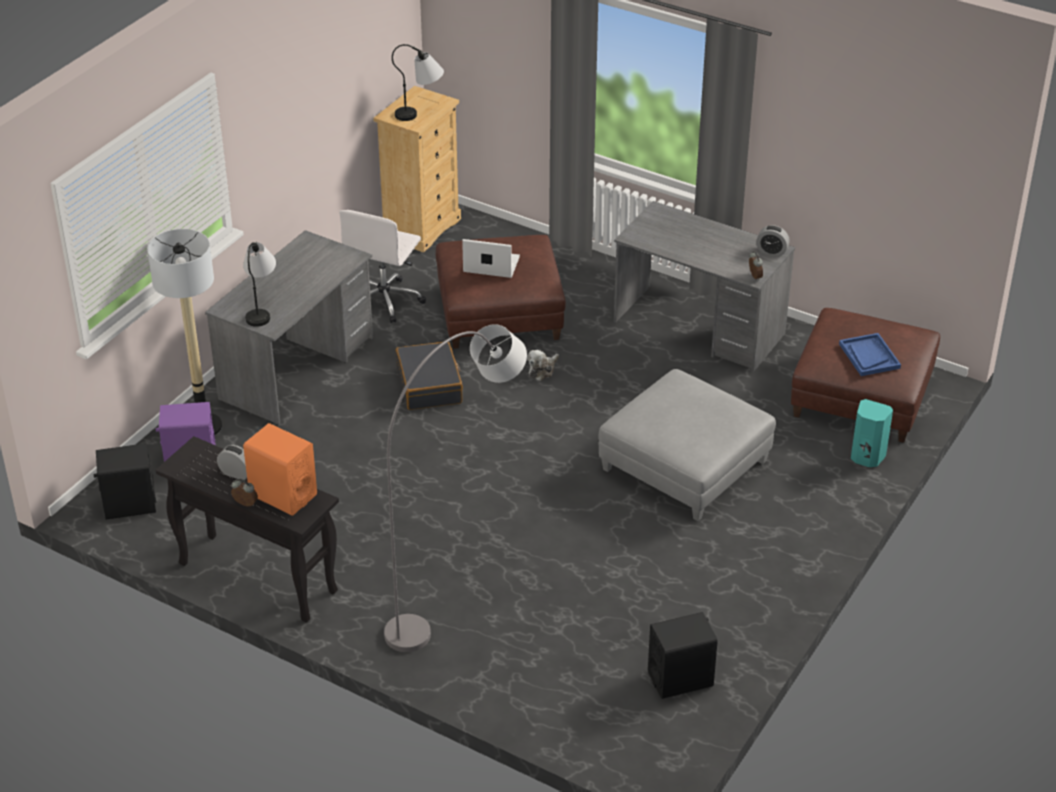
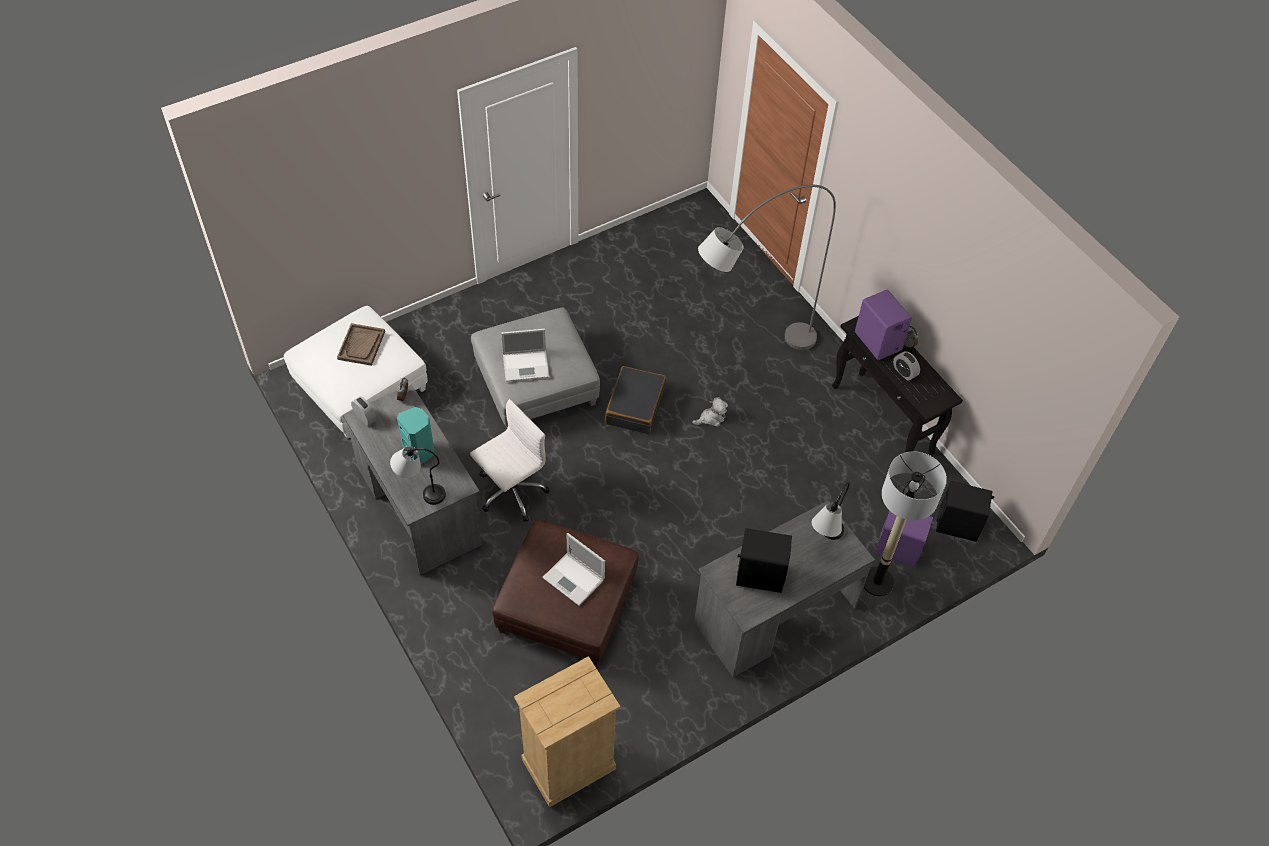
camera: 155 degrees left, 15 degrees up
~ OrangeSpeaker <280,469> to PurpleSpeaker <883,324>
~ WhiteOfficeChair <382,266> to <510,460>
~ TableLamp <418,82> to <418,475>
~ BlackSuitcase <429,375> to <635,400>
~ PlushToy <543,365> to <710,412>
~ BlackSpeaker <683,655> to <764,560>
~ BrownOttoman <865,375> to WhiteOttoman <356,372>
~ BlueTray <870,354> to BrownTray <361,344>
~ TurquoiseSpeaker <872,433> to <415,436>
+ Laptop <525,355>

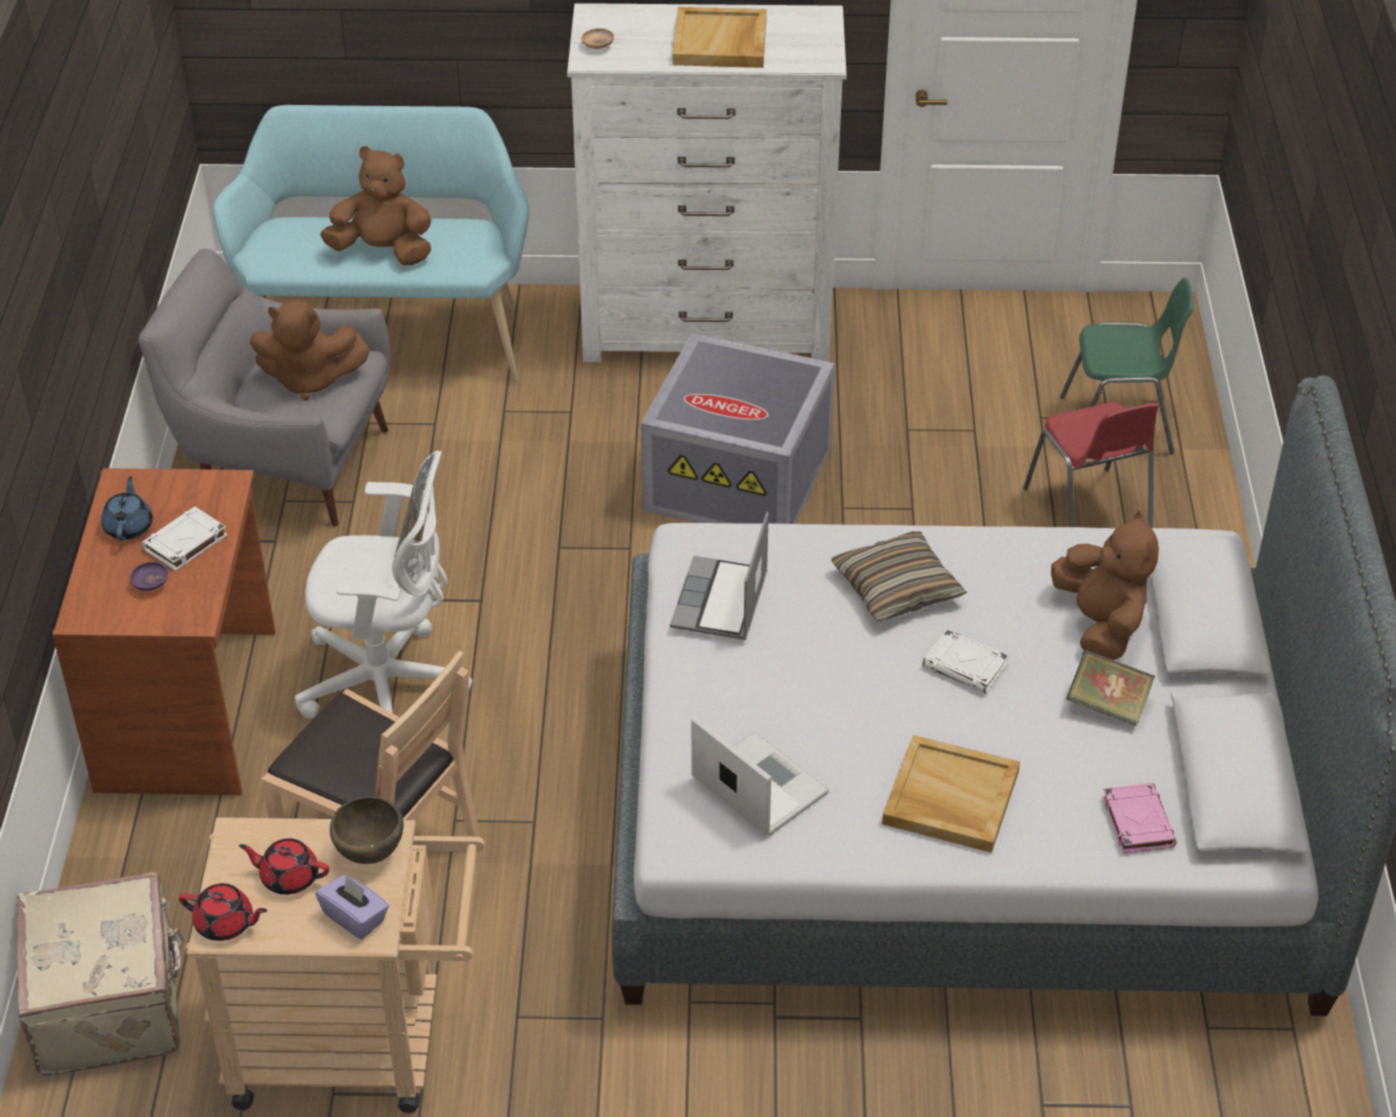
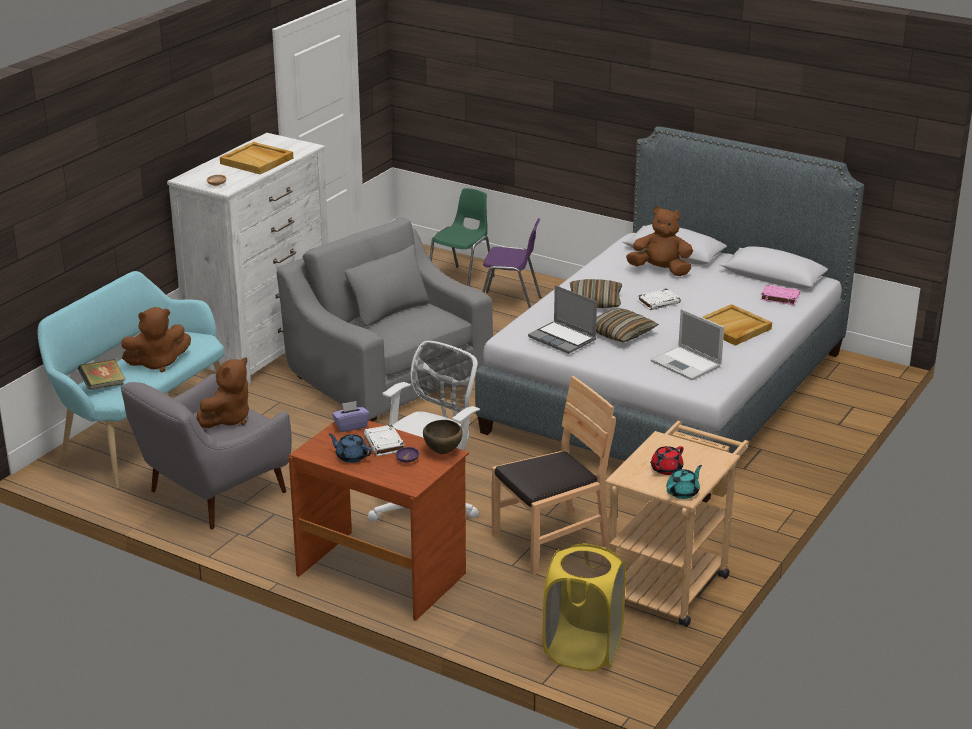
camera: 60 degrees left, 15 degrees down
~ BeigeSuitcase <101,974> to YellowLaundryBasket <584,607>
~ RedTeapot <223,912> to TurquoiseTeapot <684,482>
~ PurpleTissueBox <352,906> to <351,416>
~ BrownPlushToy <376,206> = <156,340> 150 degrees counterclockwise
~ BrownBowl <367,830> to <443,437>
~ GreyStorageBox <738,428> to GreyArmchair <385,320>
~ Laptop <760,776> = <687,345> 120 degrees counterclockwise
~ RedChair <1091,465> to PurpleChair <511,263>
~ Book <1110,688> to <102,374>
+ Pillow <627,325>

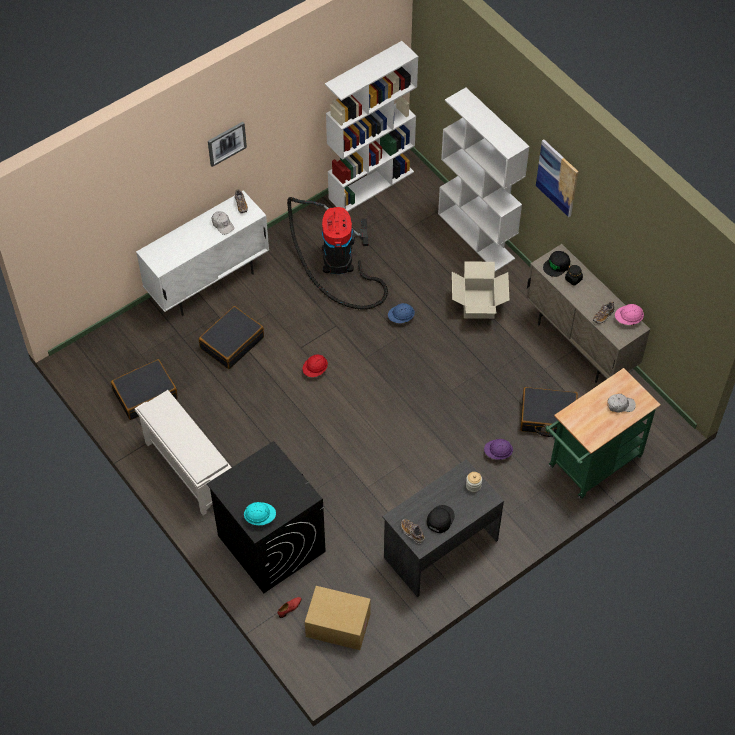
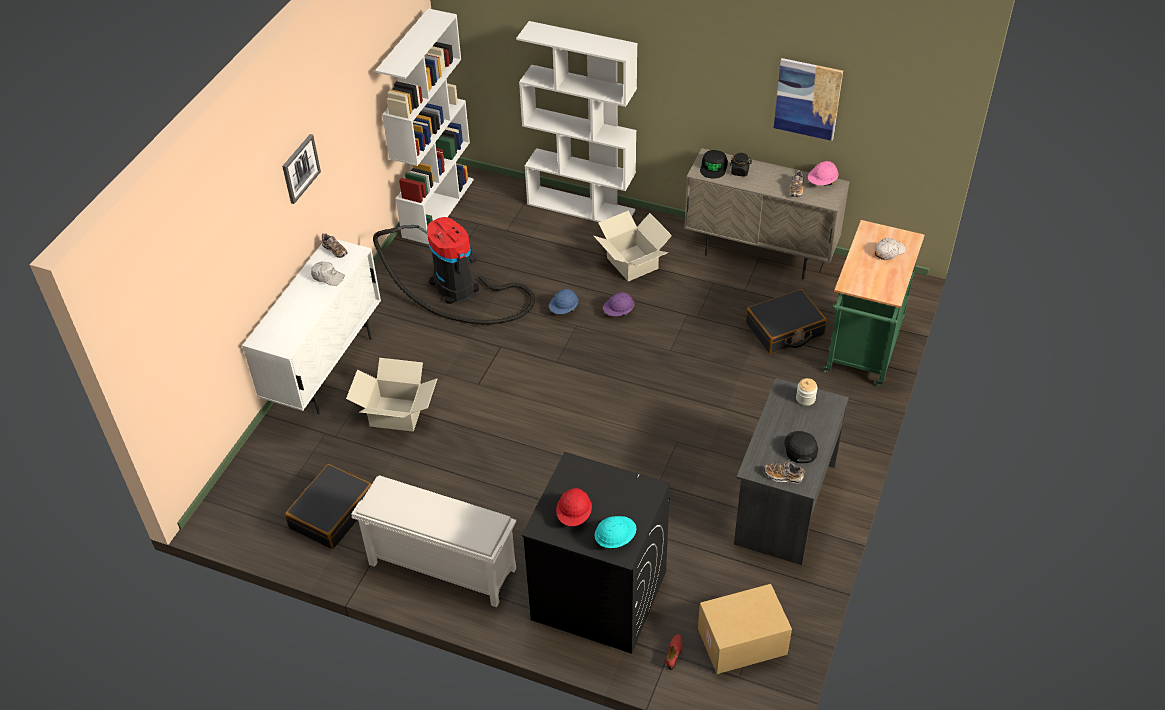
camera: 30 degrees left, 10 degrees down
~ BlackSuitcase <231,337> to CardboardBox <391,395>
~ RedHardHat <315,366> to <574,507>
~ PurpleHardHat <498,449> to <619,304>
~ Picture <557,178> to <808,99>

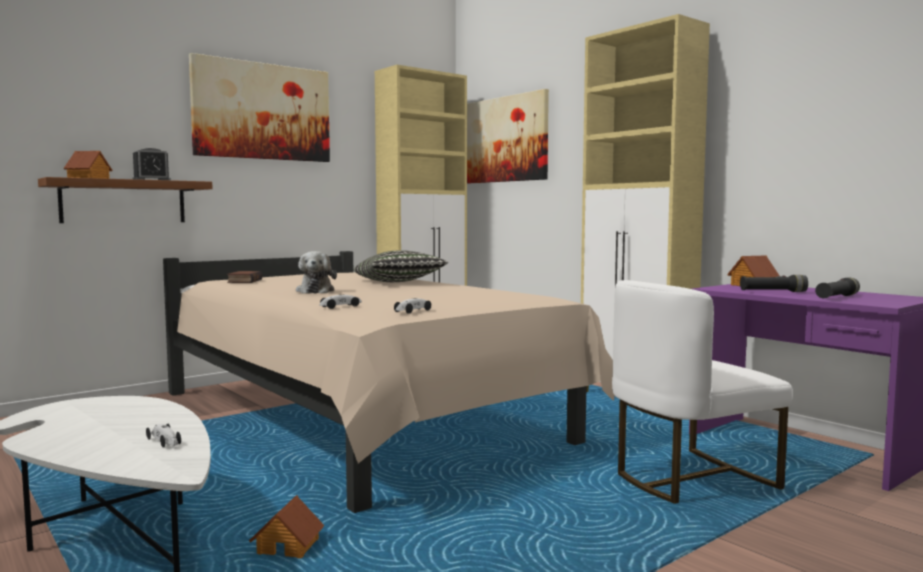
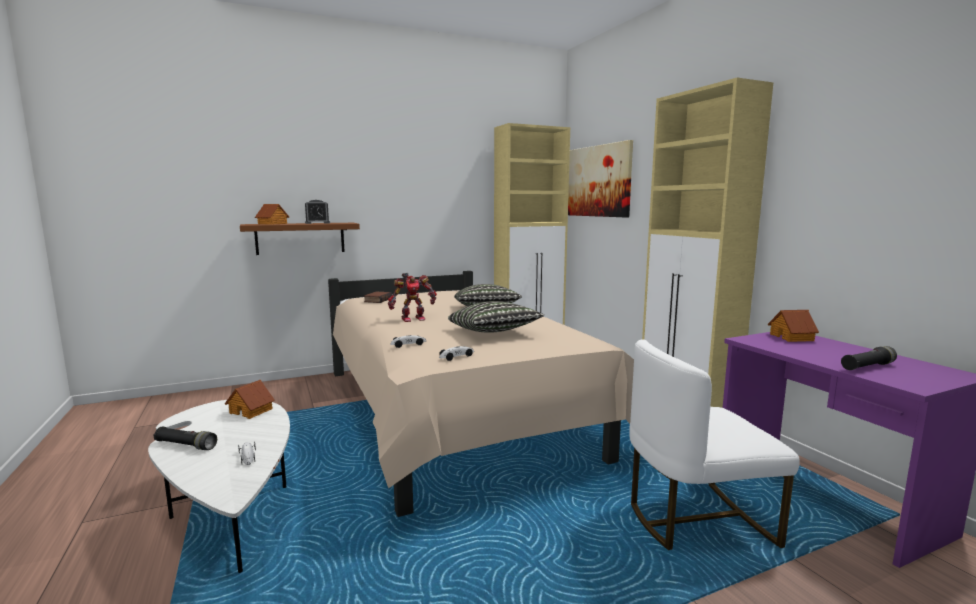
camera: 15 degrees right, 5 degrees up
- Picture <259,107>
~ ToyHouse <287,527> to <250,399>
~ PlushToy <316,272> to ToyRobot <412,297>
~ BlackFlashlight <774,283> to <185,438>
+ Pillow <496,317>

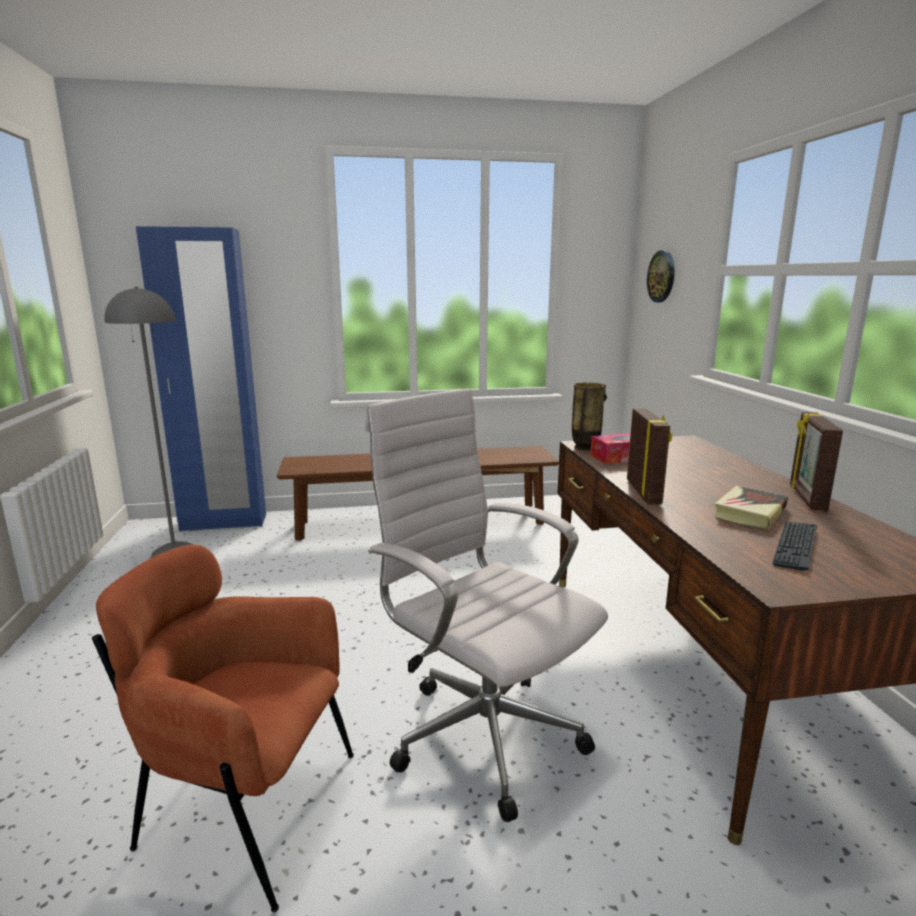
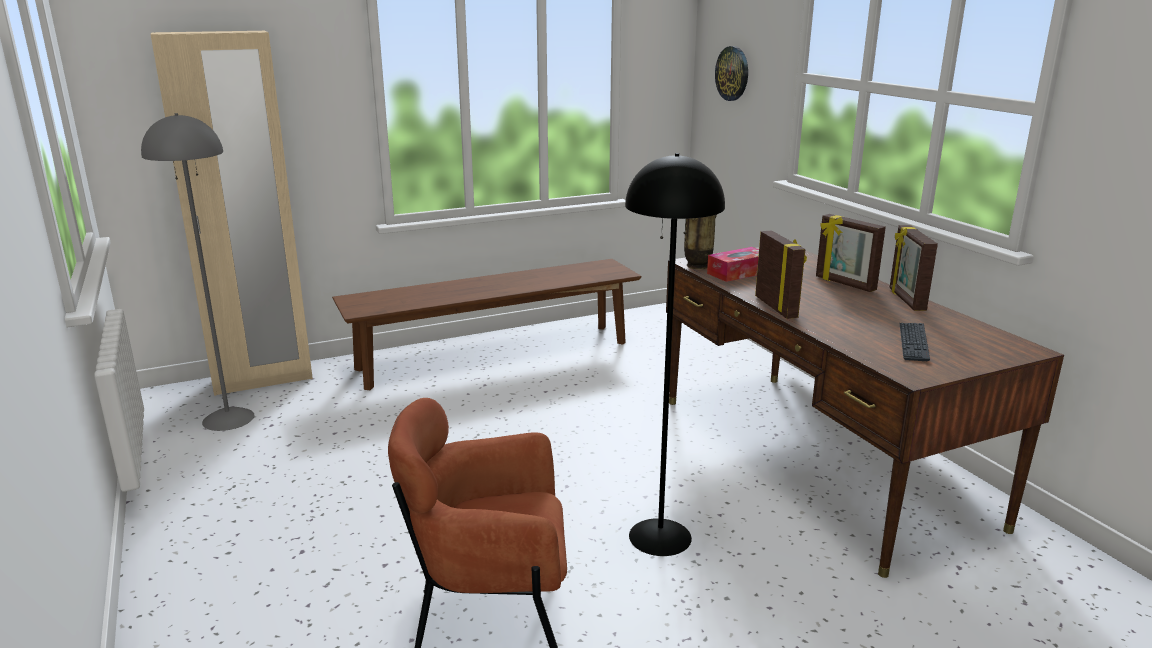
camera: 15 degrees left, 5 degrees up
~ BlueWardrobe <201,378> to BeigeWardrobe <232,213>
~ WhiteOfficeChair <486,605> to BlackFloorLamp <675,354>
- Book <750,508>
+ PictureFrame <851,253>

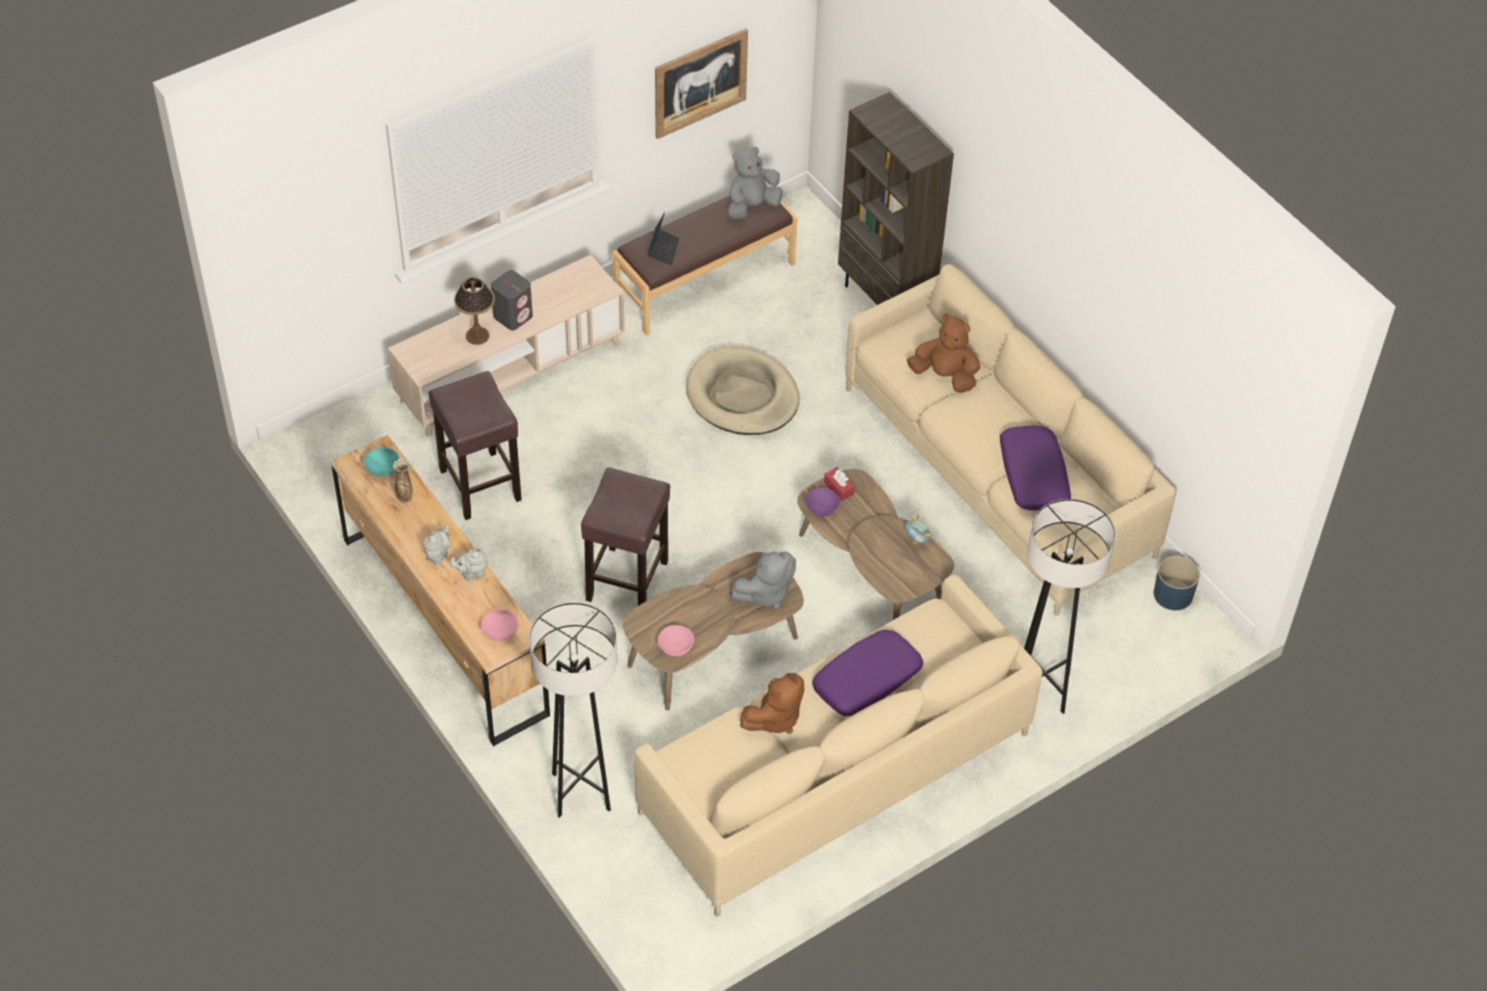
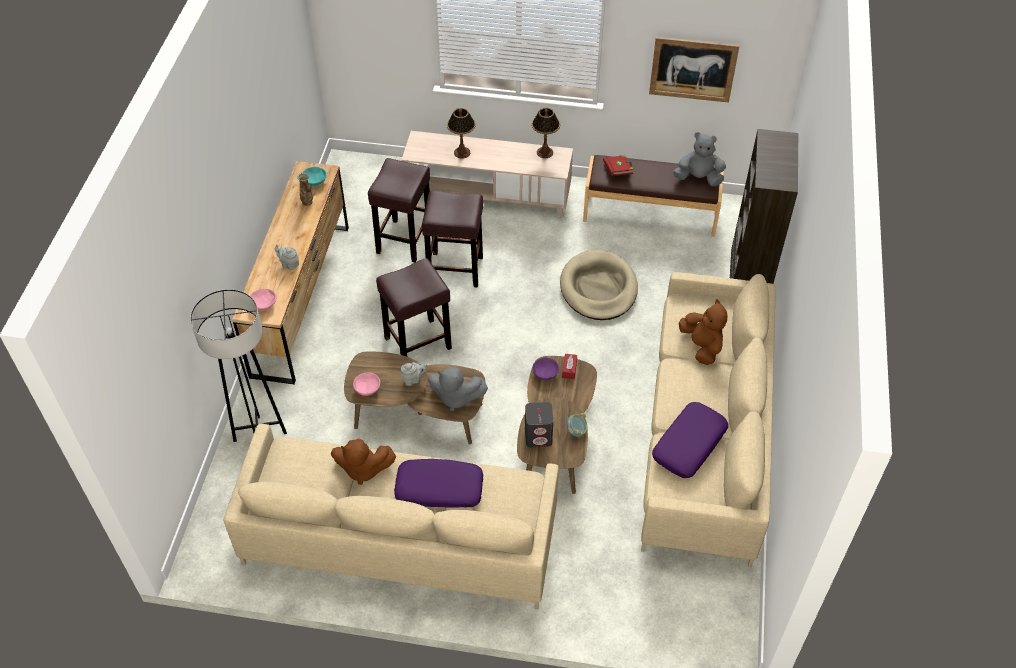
camera: 45 degrees right, 0 degrees up
~ GreyTeapot <437,545> to <414,374>
~ GreySpeaker <512,300> to <539,424>
~ Laptop <663,238> to RedBook <618,165>
- GreyFloorLamp <1070,606>
- BluePlanter <1177,583>
+ BrownStool <452,239>
+ TableLamp <546,133>

